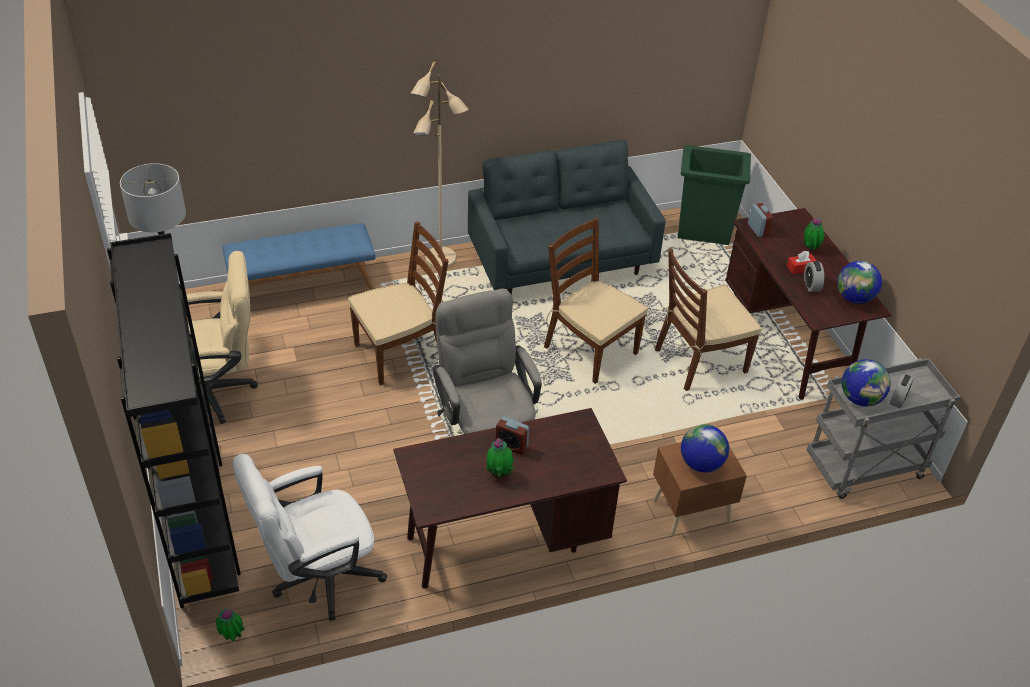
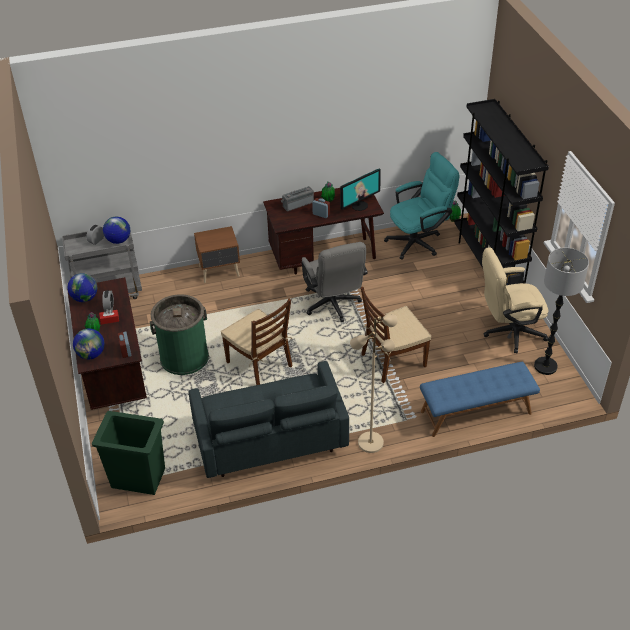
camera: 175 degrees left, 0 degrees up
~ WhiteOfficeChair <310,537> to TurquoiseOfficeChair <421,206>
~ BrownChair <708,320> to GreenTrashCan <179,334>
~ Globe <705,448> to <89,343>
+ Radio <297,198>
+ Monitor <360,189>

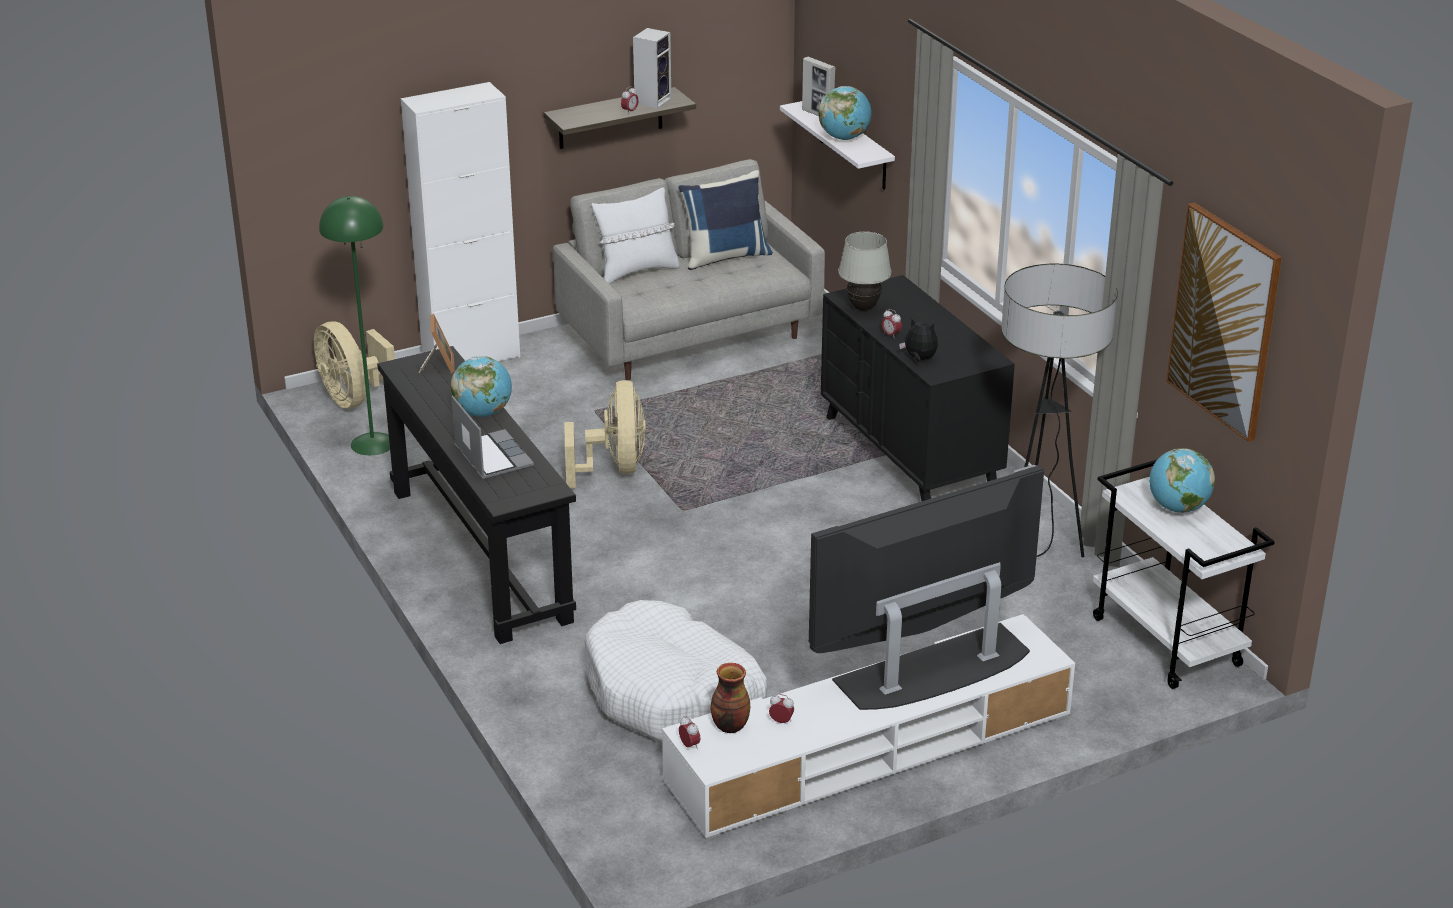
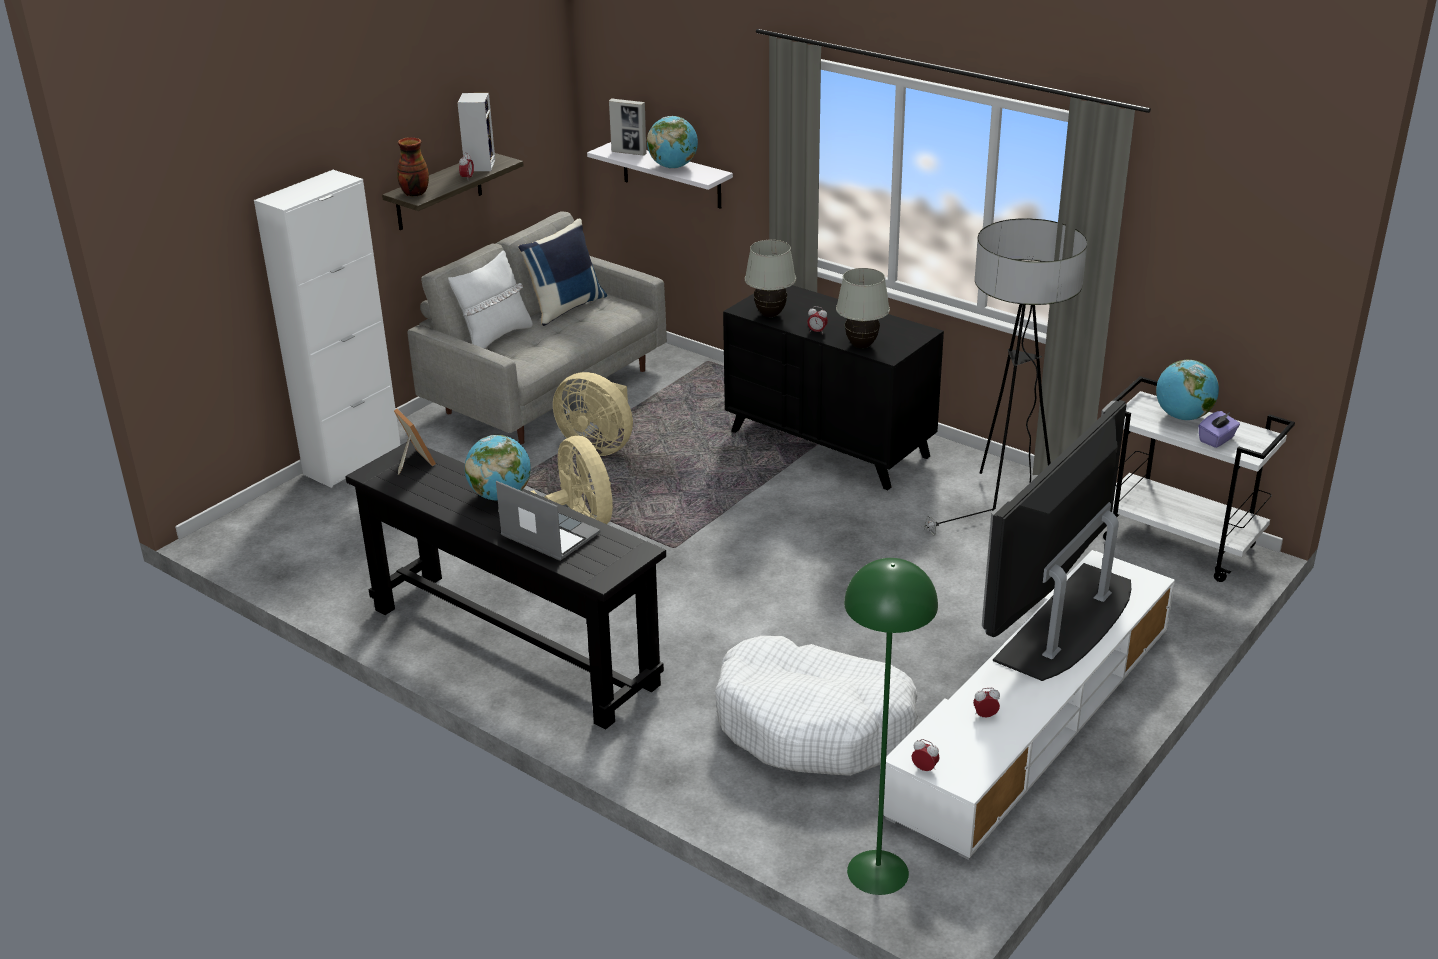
camera: 25 degrees left, 0 degrees up
~ BeigeFan <354,365> to <593,414>
~ GreenFloorLamp <354,325> to <891,726>
~ Vase <730,698> to <413,167>
~ PlushToy <918,339> to WhiteTableLamp <863,308>
- Picture <1224,322>
+ PurpleTissueBox <1219,429>

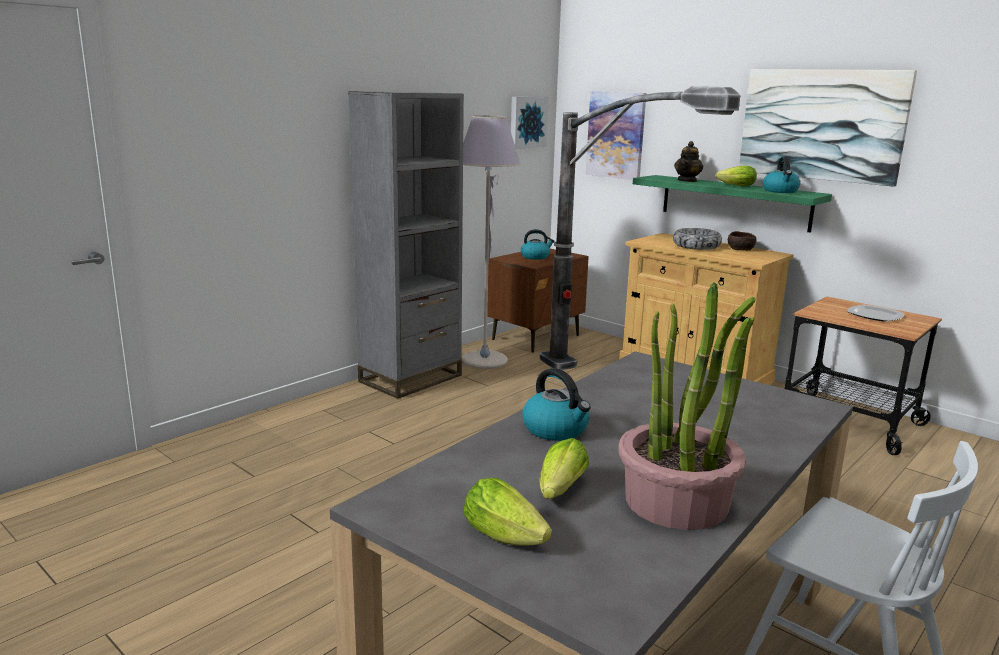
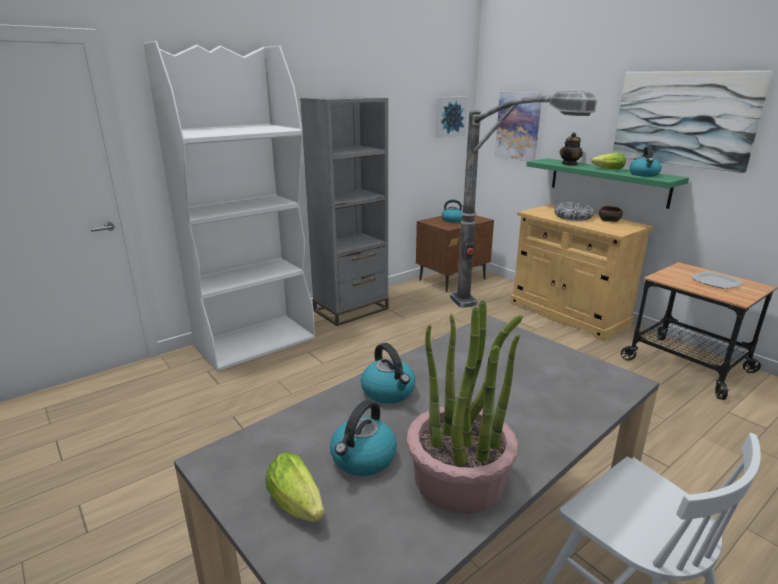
camera: 10 degrees right, 5 degrees up
- GreyFloorLamp <491,242>
~ Lettuce <564,468> to Kettle <363,438>
+ WhiteBookcase <229,206>

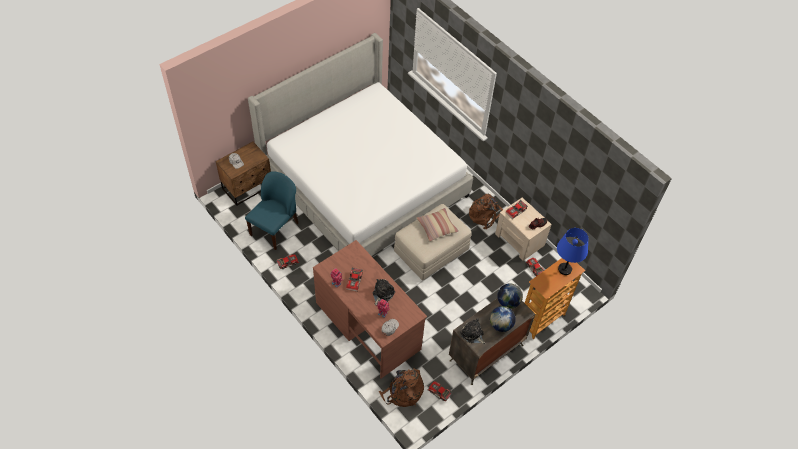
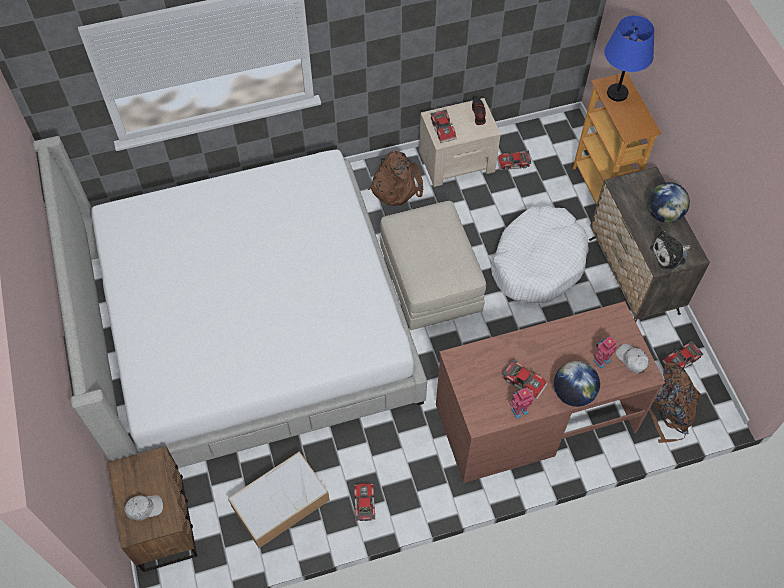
camera: 65 degrees left, 5 degrees up
~ BlueChair <271,210> to StorageBox <279,499>
- PlushToy <384,292>
- Pillow <437,225>
~ Globe <510,296> to <577,384>
+ WhiteDogBed <540,254>

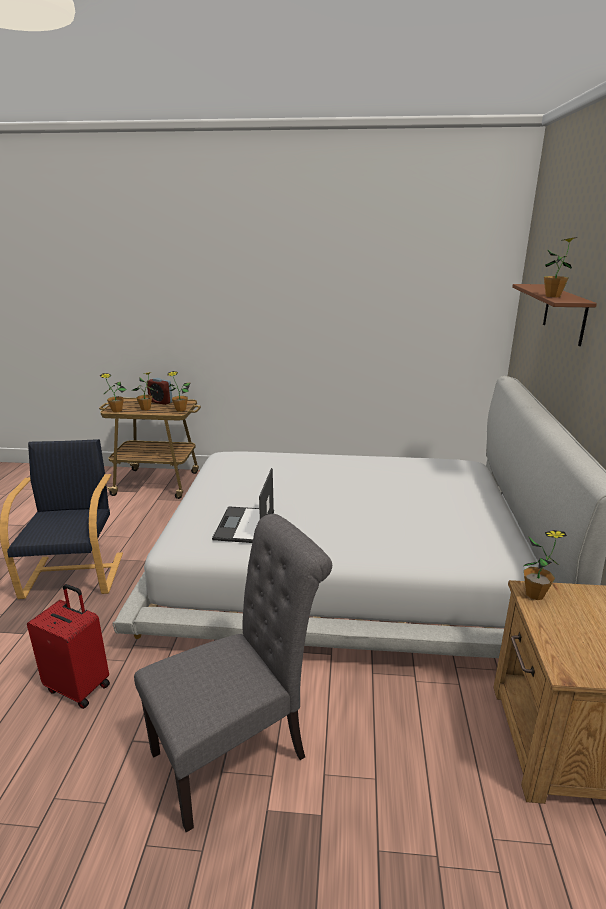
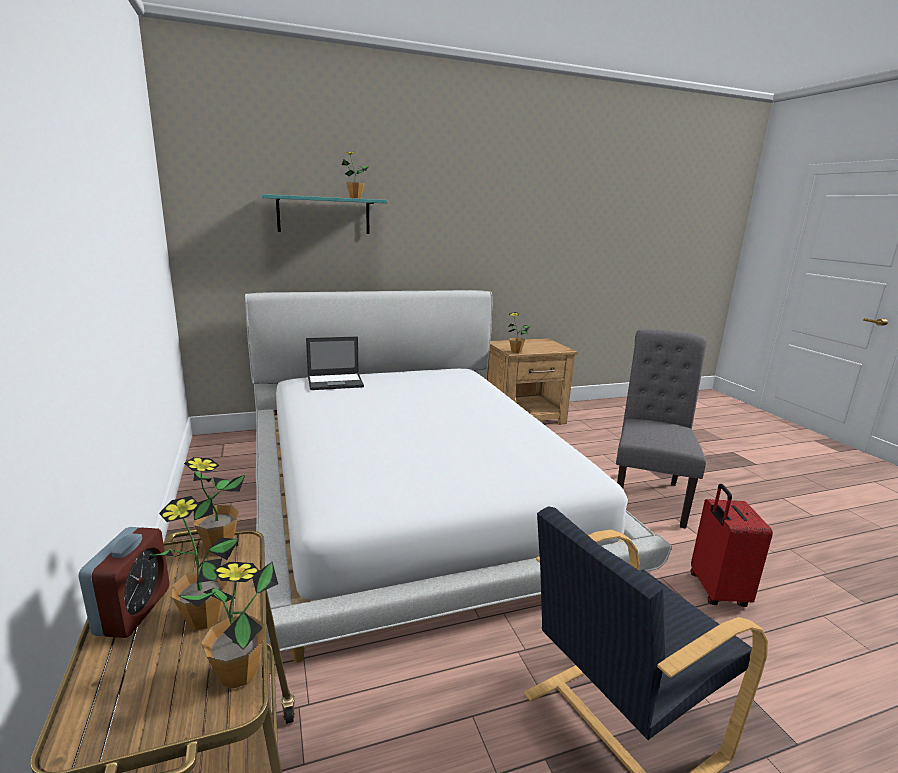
camera: 115 degrees left, 5 degrees down
~ GreyChair <233,673> = <661,429> 75 degrees clockwise
~ Laptop <243,505> to <335,363>
~ BrownShelf <554,315> to TurquoiseShelf <325,214>

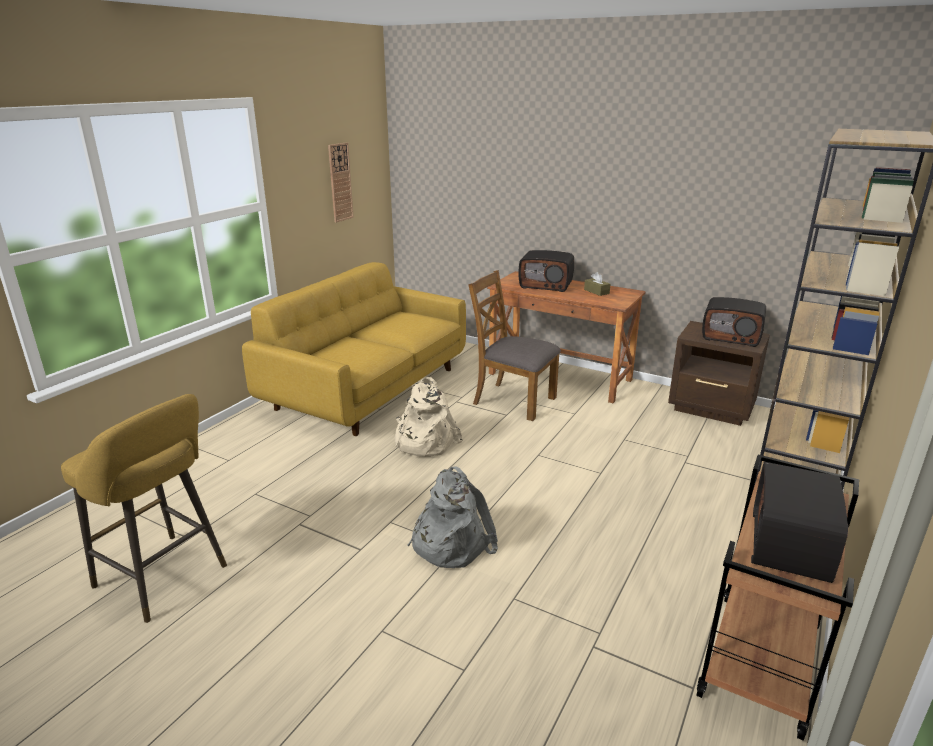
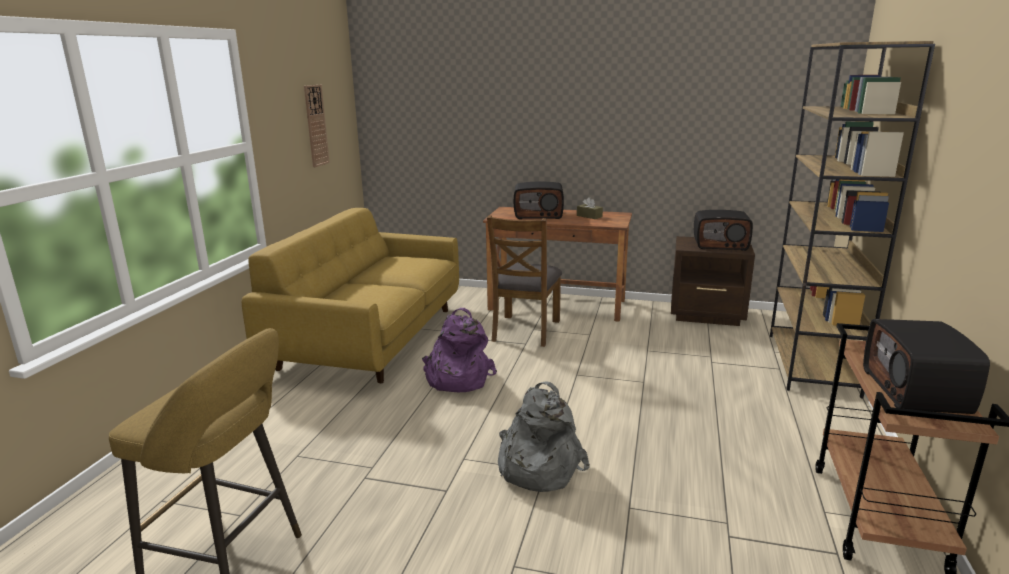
camera: 15 degrees left, 5 degrees down
~ BeigeBackpack <429,417> to PurpleBackpack <459,350>
~ BrownChair <515,345> = <524,281> 90 degrees counterclockwise

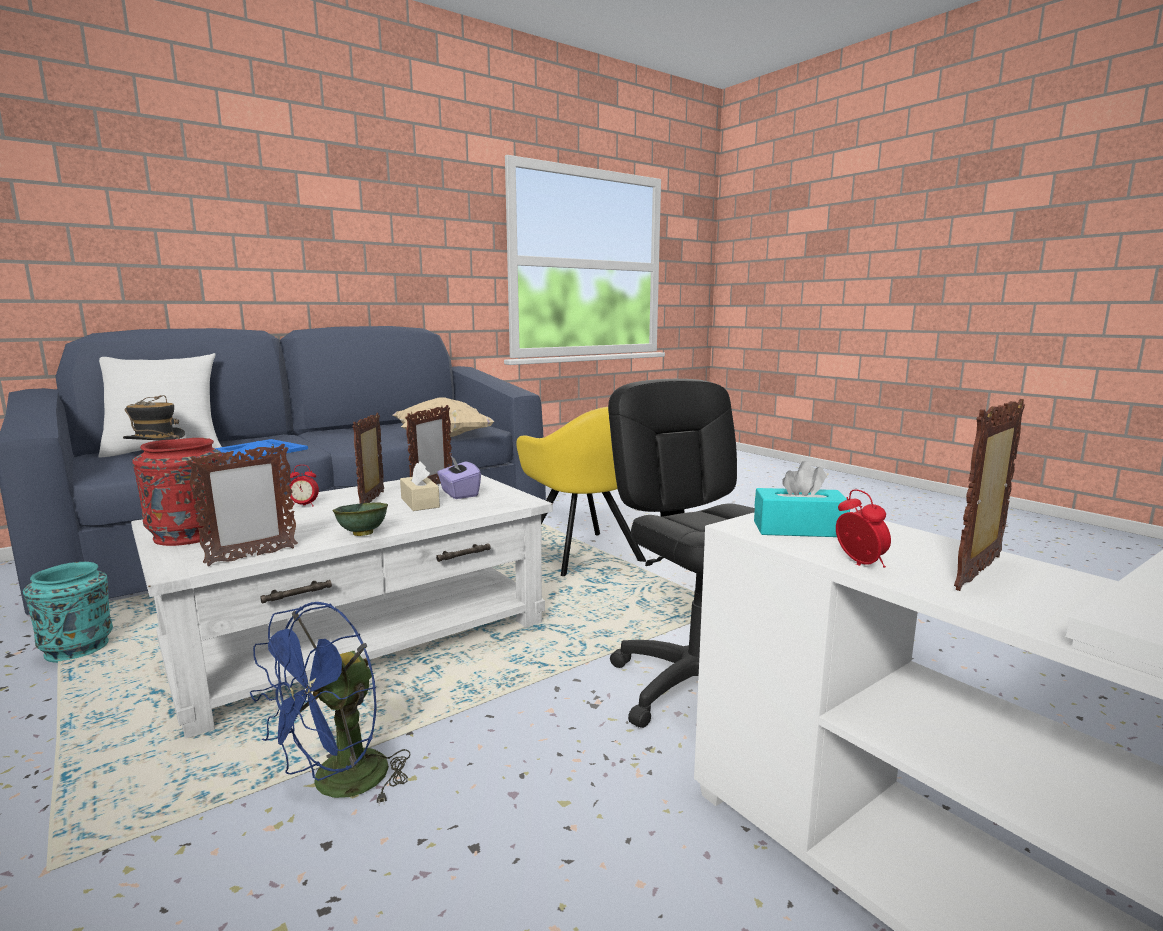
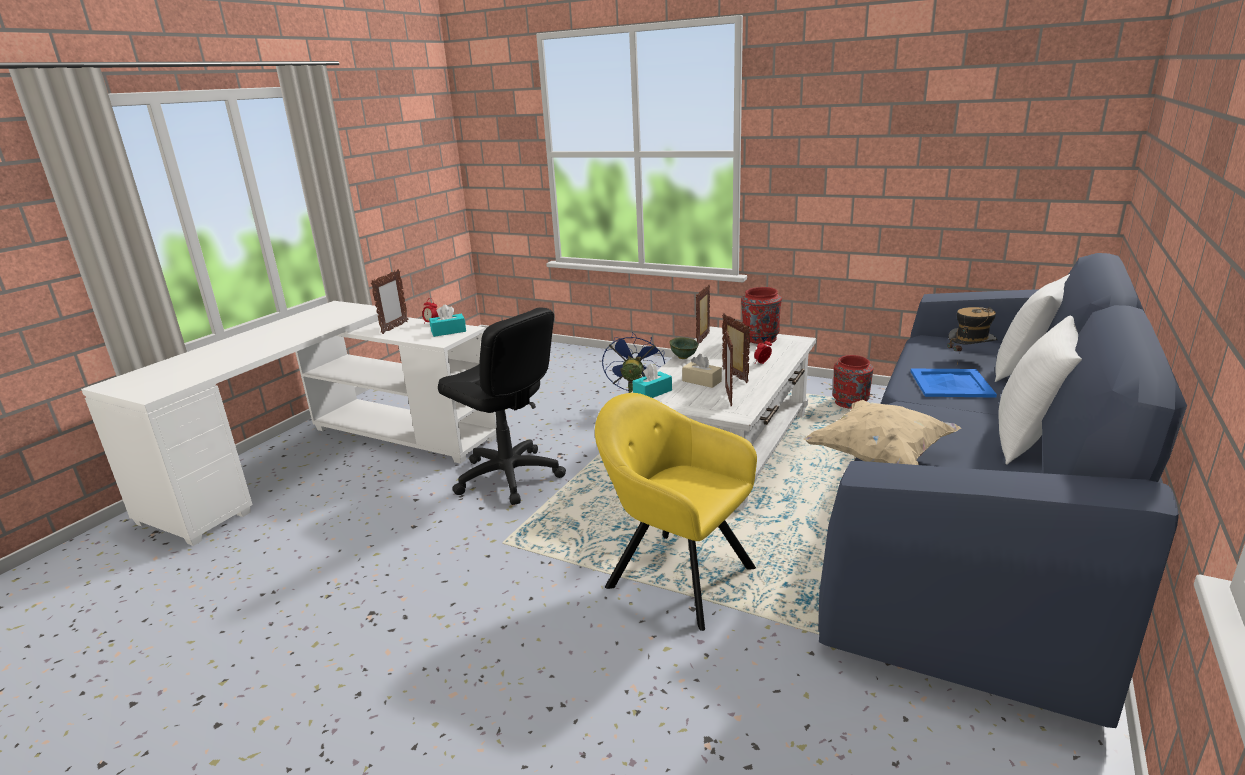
camera: 155 degrees right, 10 degrees up
~ TurquoiseVase <68,612> to RedVase <853,382>
- PurpleTissueBox <459,477>
+ TurquoiseTissueBox <652,381>
+ WhitePillow <1040,390>

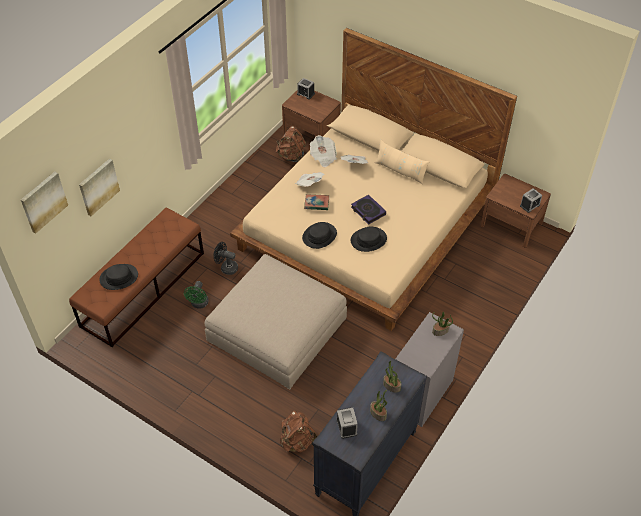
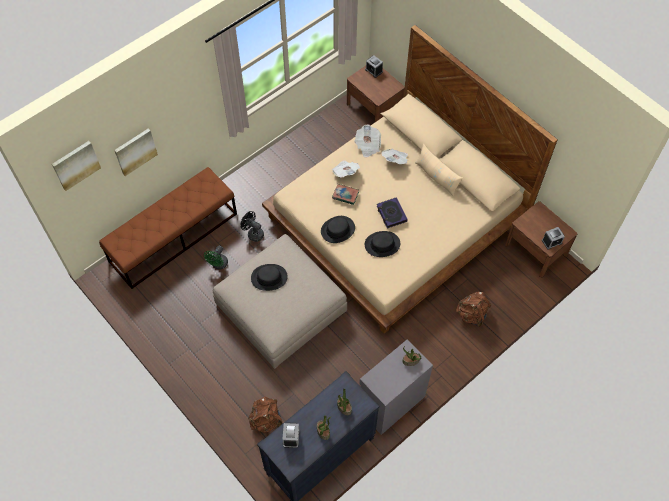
camera: 15 degrees right, 10 degrees up
~ BlackHat <118,277> to <269,277>
~ BrownBackpack <291,144> to <473,309>

